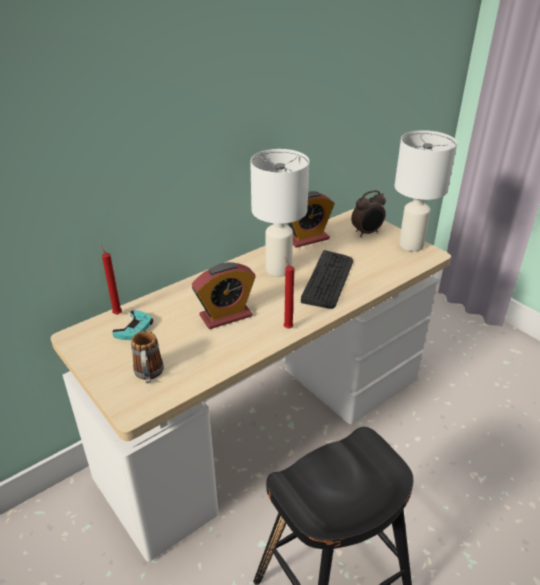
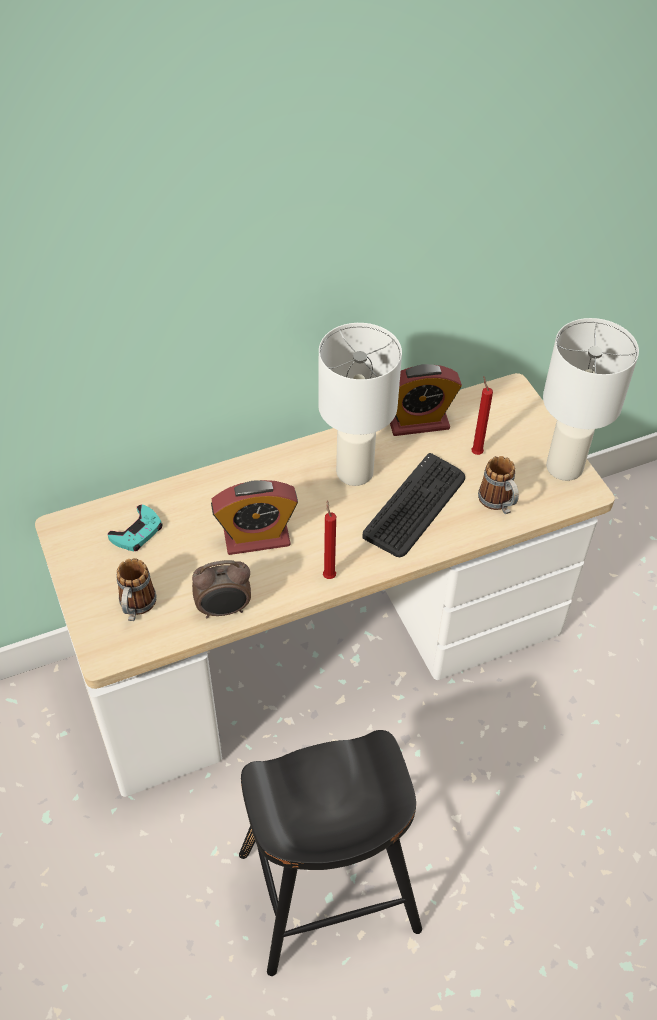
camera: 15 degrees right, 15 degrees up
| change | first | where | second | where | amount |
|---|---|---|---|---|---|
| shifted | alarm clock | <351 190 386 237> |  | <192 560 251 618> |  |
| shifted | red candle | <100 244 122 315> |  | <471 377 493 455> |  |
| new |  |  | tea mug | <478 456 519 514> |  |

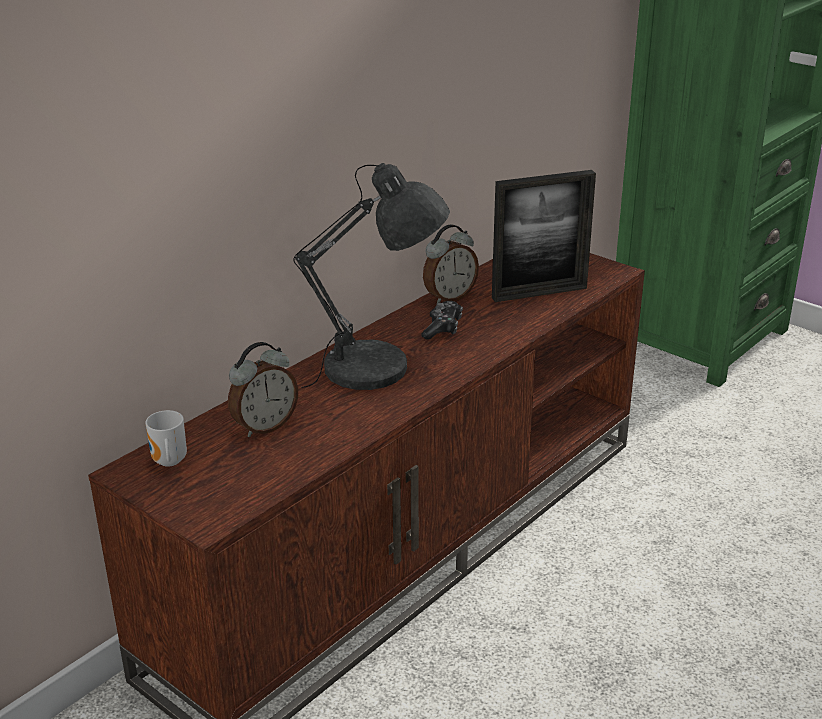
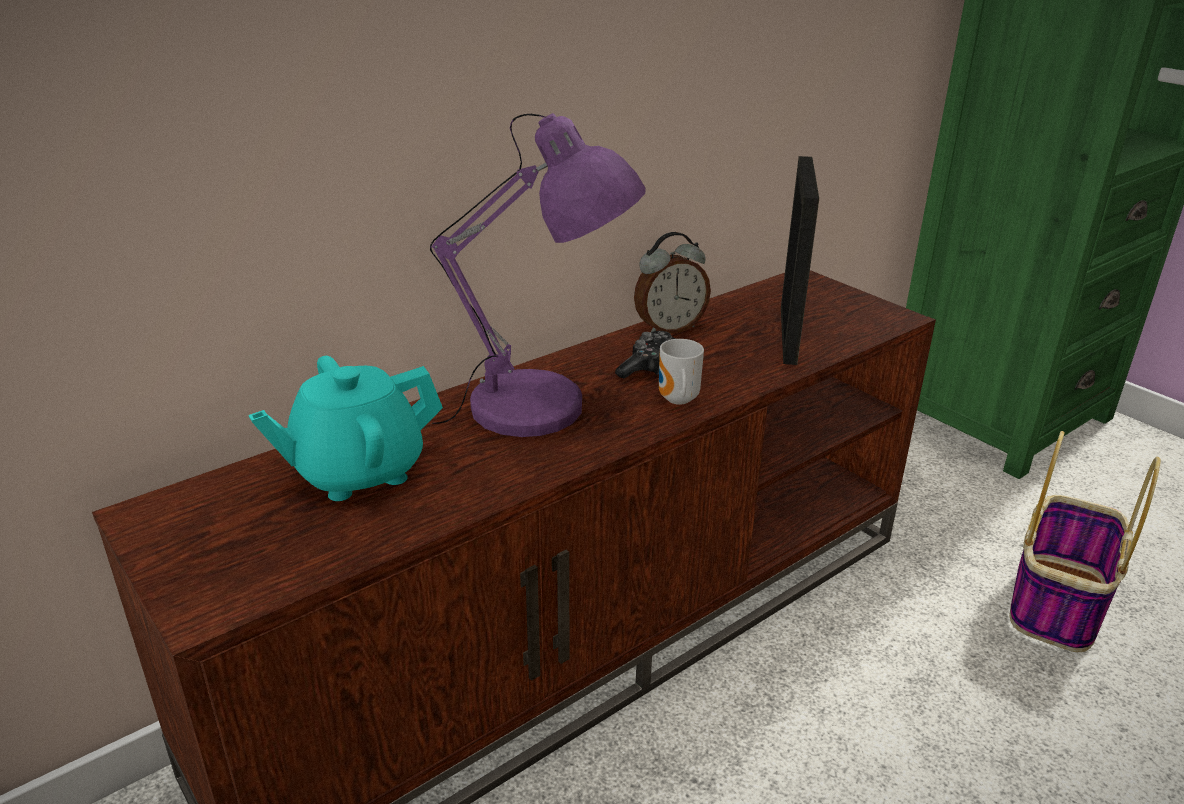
camera: 10 degrees right, 0 degrees up
| change | first | where | second | where | amount |
|---|---|---|---|---|---|
| swapped | alarm clock | <228 342 298 437> | turquoise-coloured pot for tea | <249 356 443 501> |  |
| repainted | gray lamp for a table | <293 163 450 390> | purplish lamp for a table | <430 113 646 437> |  |
| shifted | tea mug | <145 410 187 467> |  | <659 339 704 405> |  |
| rotated | photo frame | <492 170 596 302> |  | <781 156 819 365> | 75 degrees counterclockwise |
| new |  |  | household basket | <1010 431 1161 652> |  |

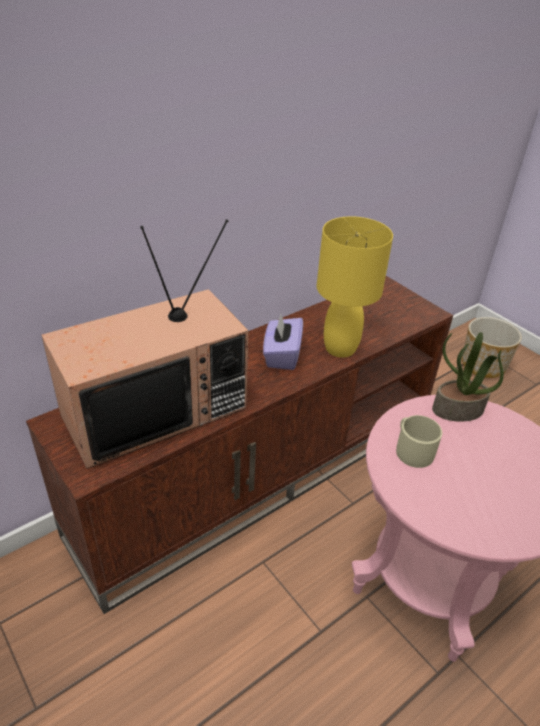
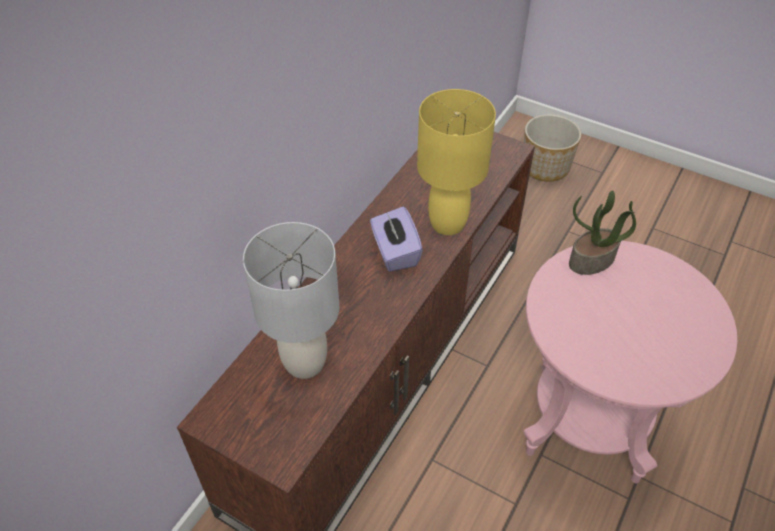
camera: 20 degrees left, 10 degrees up
| change | first | where | second | where | amount |
|---|---|---|---|---|---|
| swapped | TV set | <41 219 248 469> | gray lamp for a table | <243 222 339 379> |  |
| gone | beige tea mug | <396 415 442 468> |  |  |  |

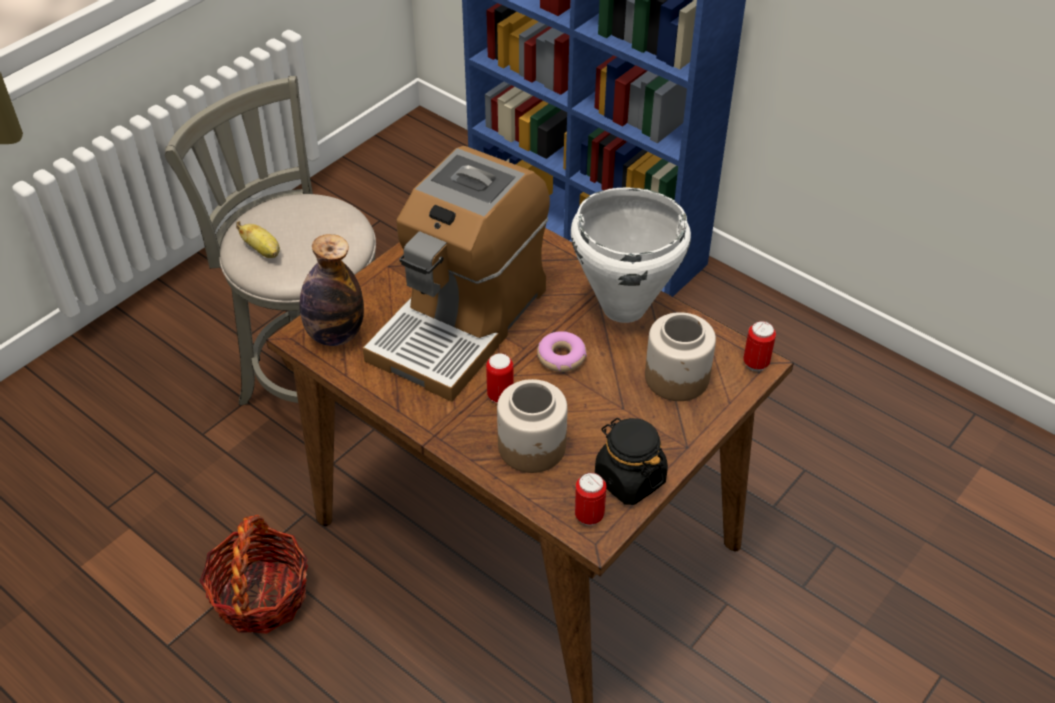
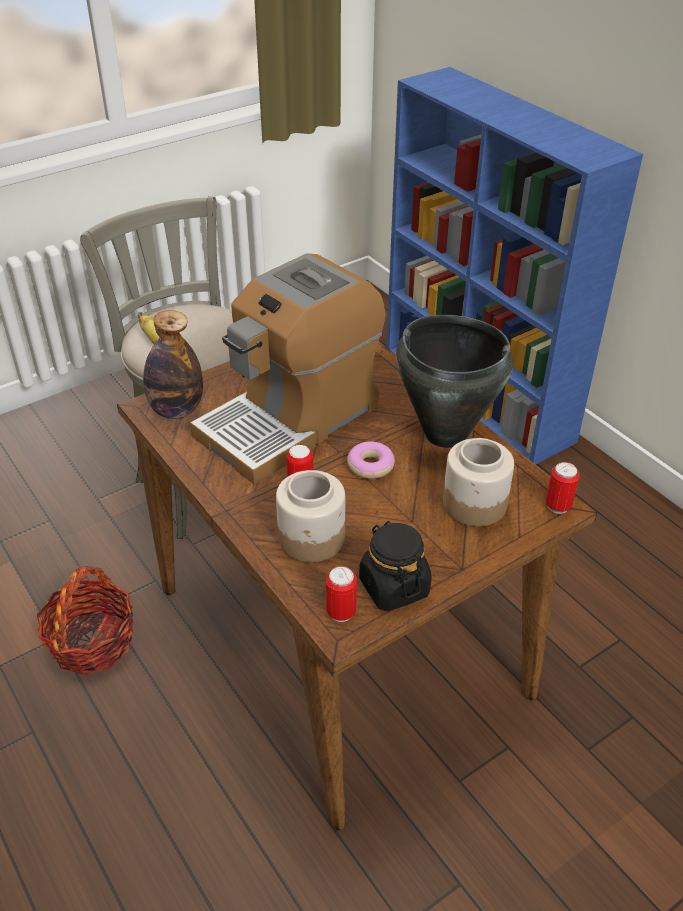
camera: 15 degrees right, 5 degrees down
| change | first | where | second | where | amount |
|---|---|---|---|---|---|
| repainted | white stockpot | <571 187 691 323> | blackish stockpot | <396 315 513 448> |  |

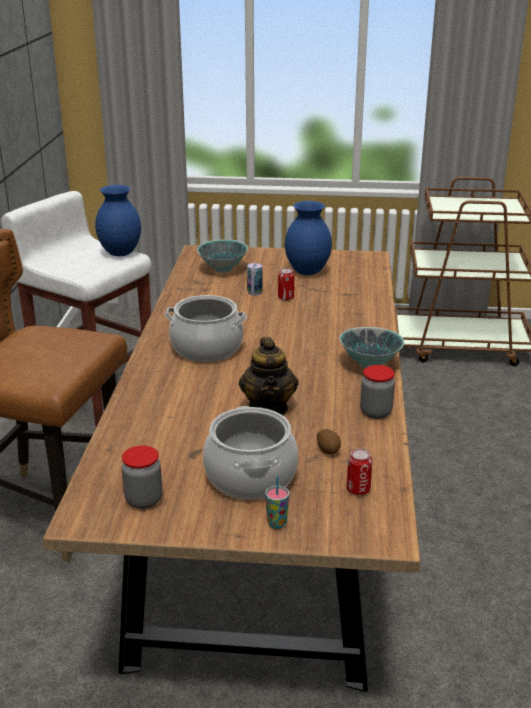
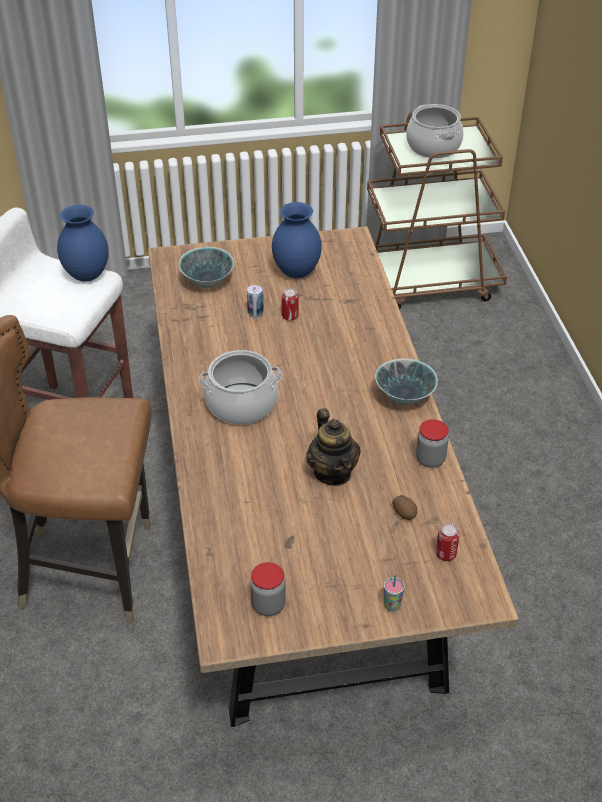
camera: 15 degrees left, 15 degrees up
| change | first | where | second | where | amount |
|---|---|---|---|---|---|
| shifted | stockpot | <203 406 298 500> |  | <406 104 463 158> |  |

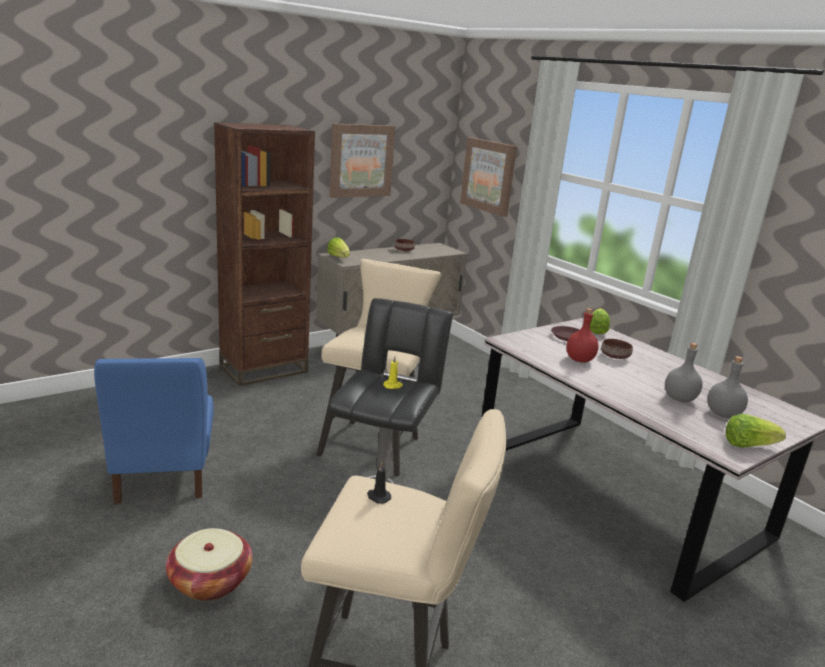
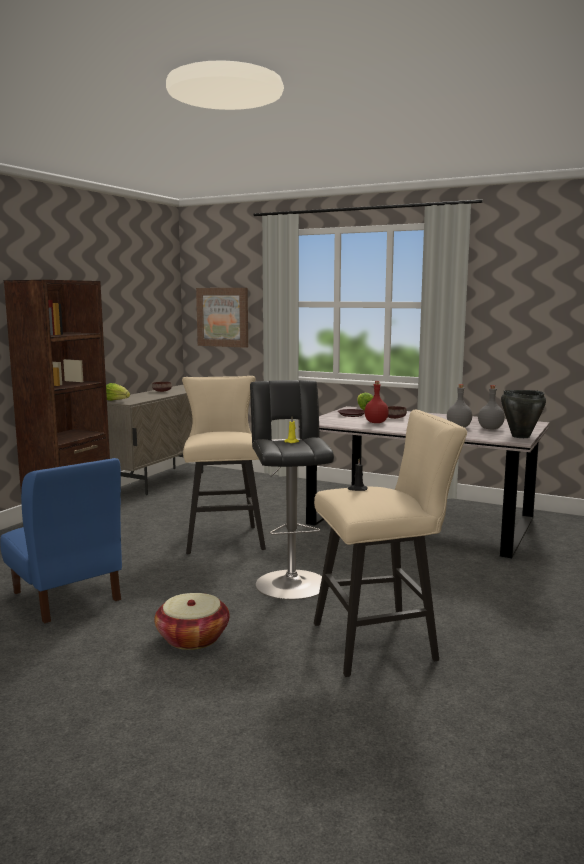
camera: 25 degrees left, 10 degrees down
| change | first | where | second | where | amount |
|---|---|---|---|---|---|
| swapped | lettuce | <725 414 786 448> | blackish stockpot | <501 390 546 438> |  |
| gone | wall art | <329 123 395 198> |  |  |  |

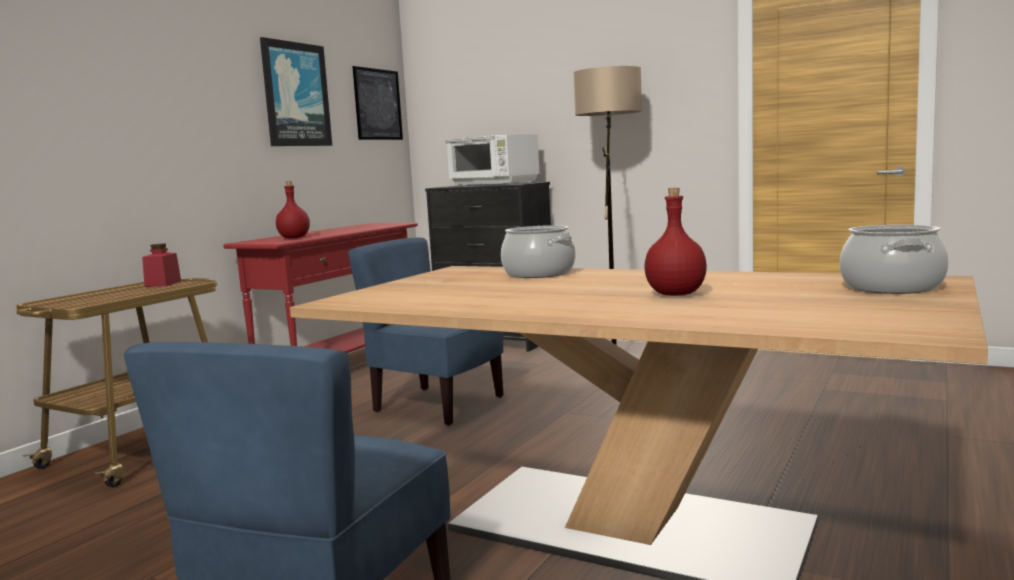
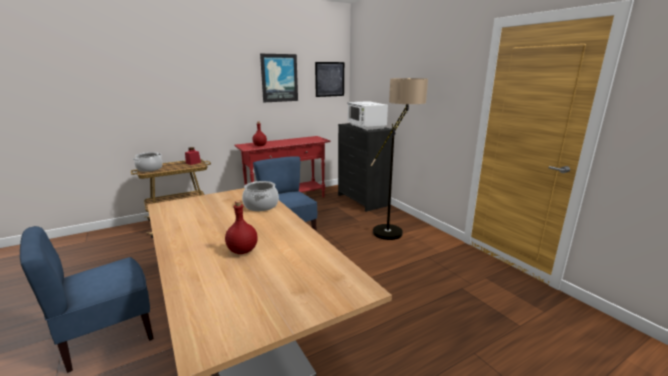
camera: 30 degrees right, 10 degrees up
| change | first | where | second | where | amount |
|---|---|---|---|---|---|
| shifted | stockpot | <840 225 949 294> |  | <133 152 163 172> |  |

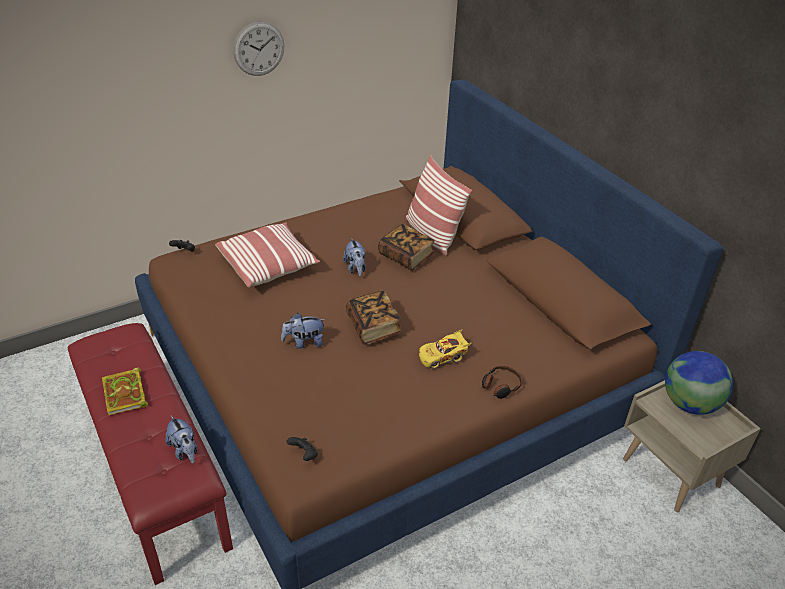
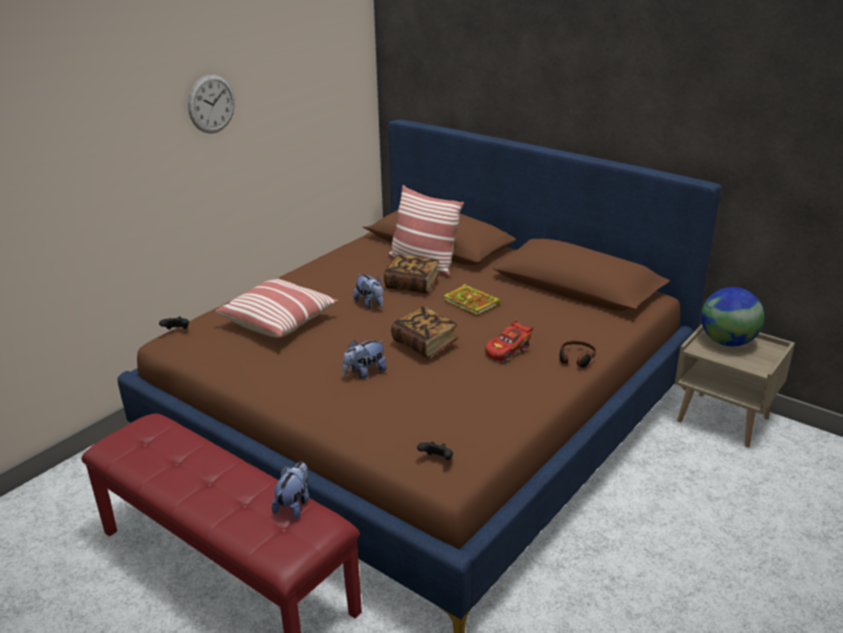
camera: 20 degrees left, 10 degrees down
| change | first | where | second | where | amount |
|---|---|---|---|---|---|
| rotated | cuddly toy | <165 415 197 463> |  | <272 462 309 519> | 105 degrees counterclockwise |
| shifted | book | <102 367 148 416> |  | <444 284 501 315> |  |
| repainted | yellow-coloured model car | <419 330 471 369> | red model car | <485 320 534 361> |  |

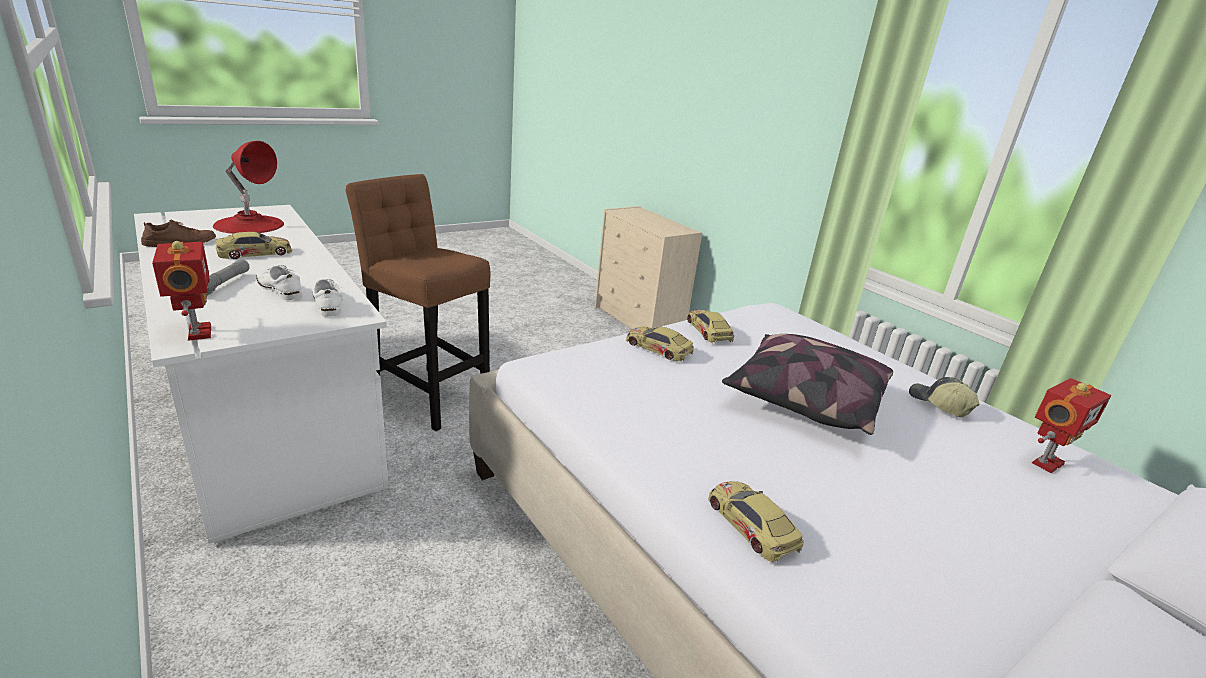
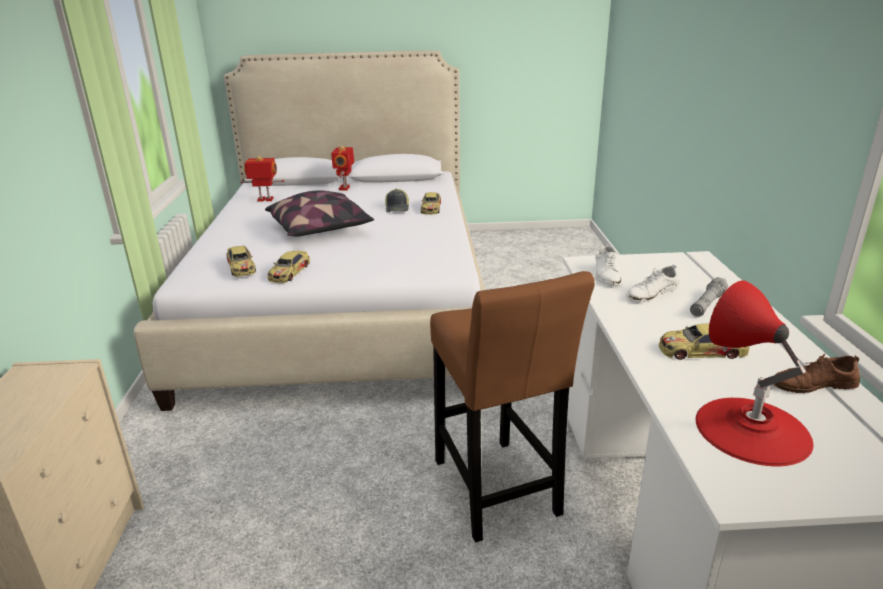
camera: 145 degrees left, 0 degrees up
| change | first | where | second | where | amount |
|---|---|---|---|---|---|
| shifted | model car | <626 327 694 361> |  | <227 246 256 277> |  |
| shifted | toy robot | <152 241 211 341> |  | <331 146 354 190> |  |
| shifted | peaked cap | <909 377 980 417> |  | <385 189 409 213> |  |
| rotated | white low shoe | <256 265 302 300> |  | <626 265 679 302> | 75 degrees clockwise |

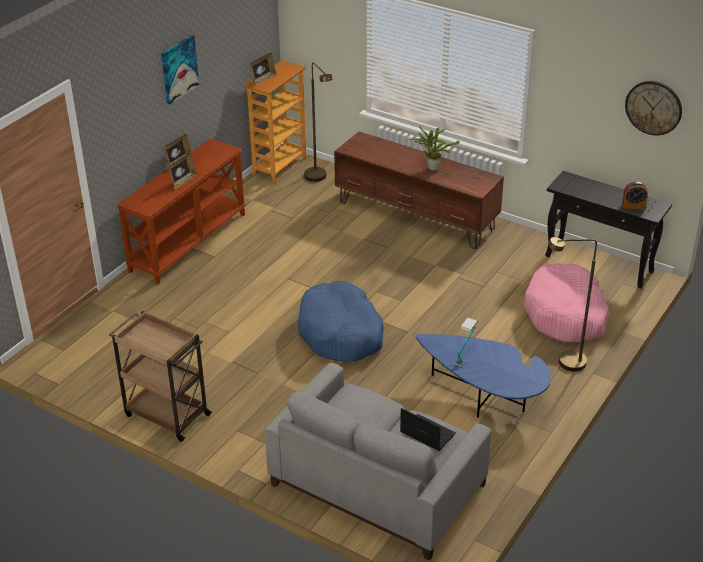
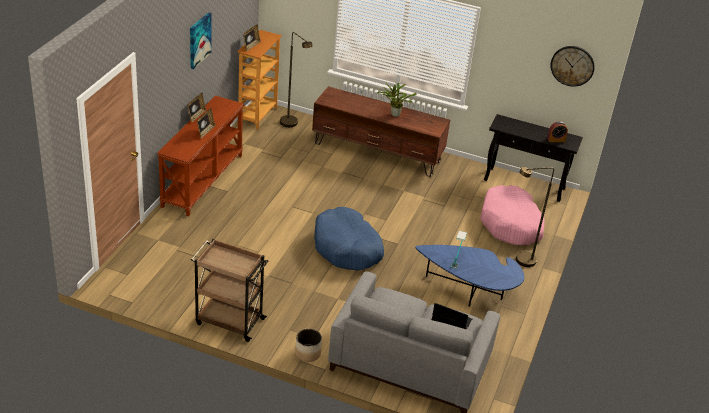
camera: 15 degrees left, 0 degrees up
| change | first | where | second | where | amount |
|---|---|---|---|---|---|
| new |  |  | plant pot | <295 329 322 362> |  |

